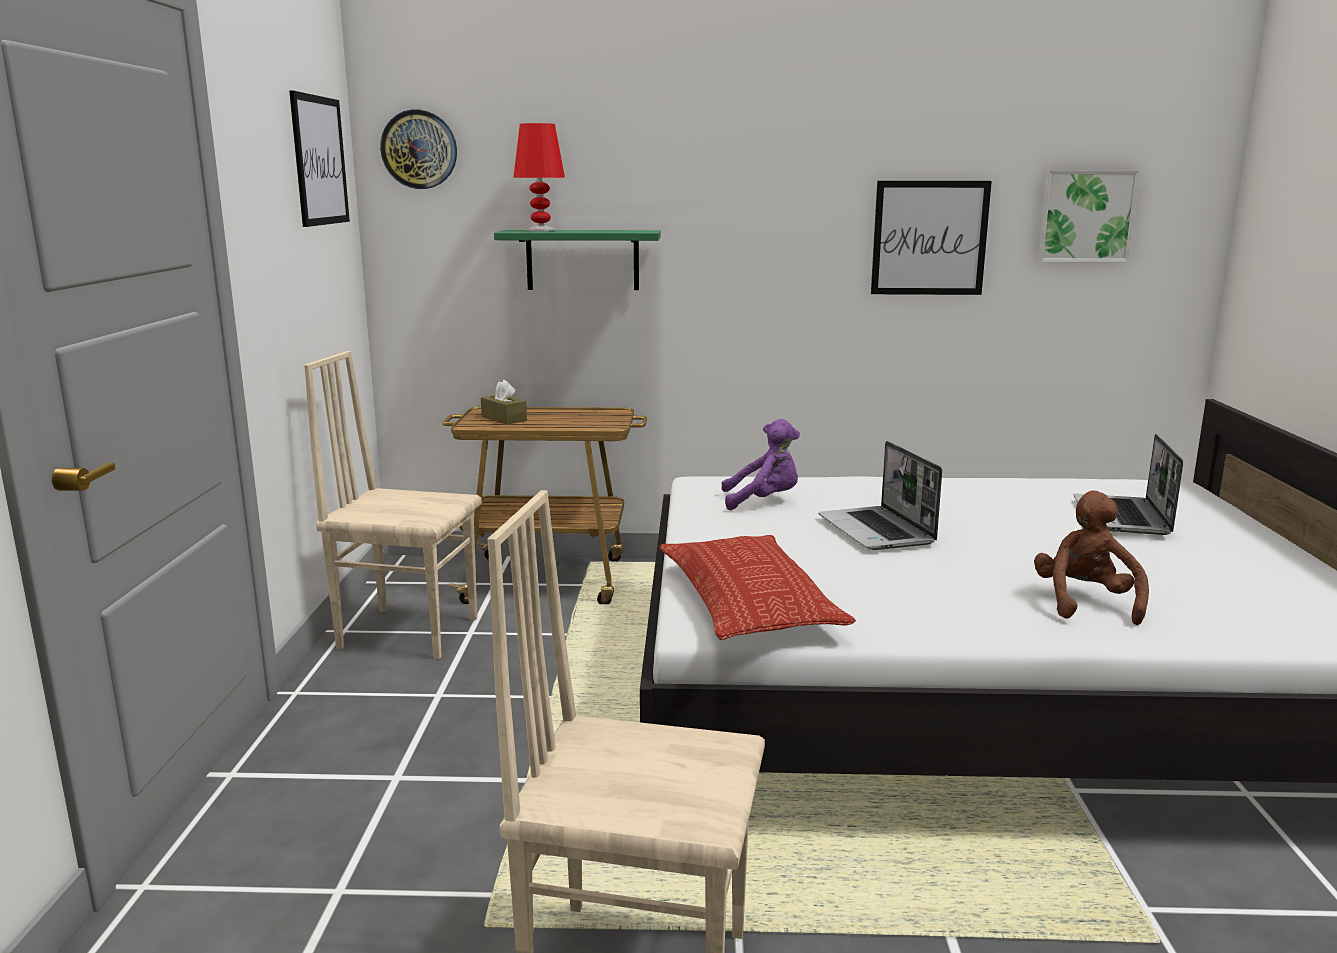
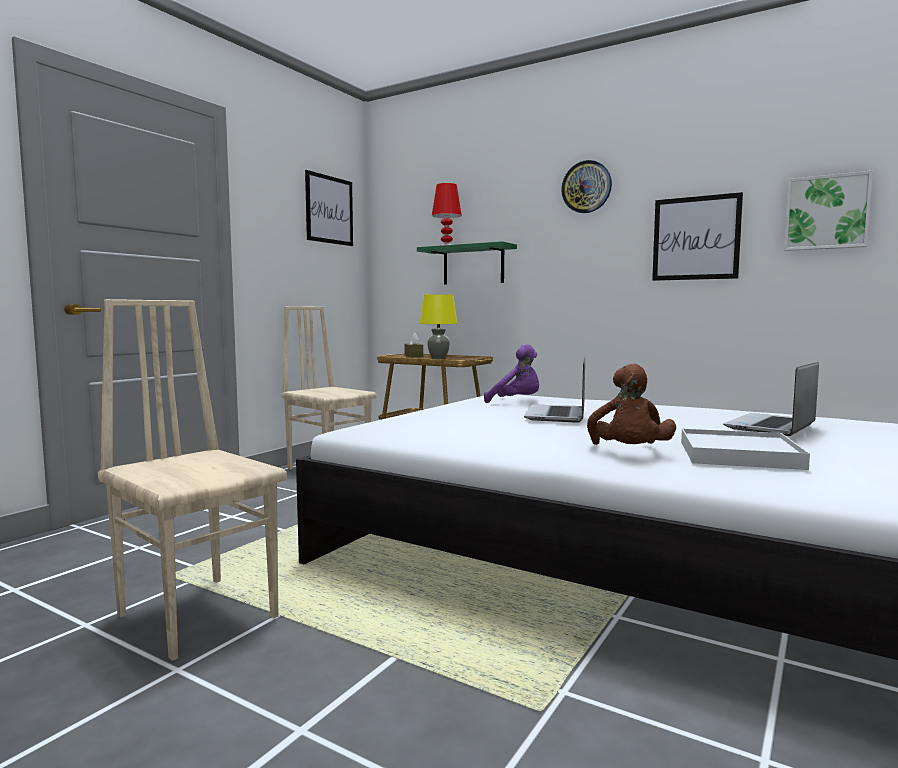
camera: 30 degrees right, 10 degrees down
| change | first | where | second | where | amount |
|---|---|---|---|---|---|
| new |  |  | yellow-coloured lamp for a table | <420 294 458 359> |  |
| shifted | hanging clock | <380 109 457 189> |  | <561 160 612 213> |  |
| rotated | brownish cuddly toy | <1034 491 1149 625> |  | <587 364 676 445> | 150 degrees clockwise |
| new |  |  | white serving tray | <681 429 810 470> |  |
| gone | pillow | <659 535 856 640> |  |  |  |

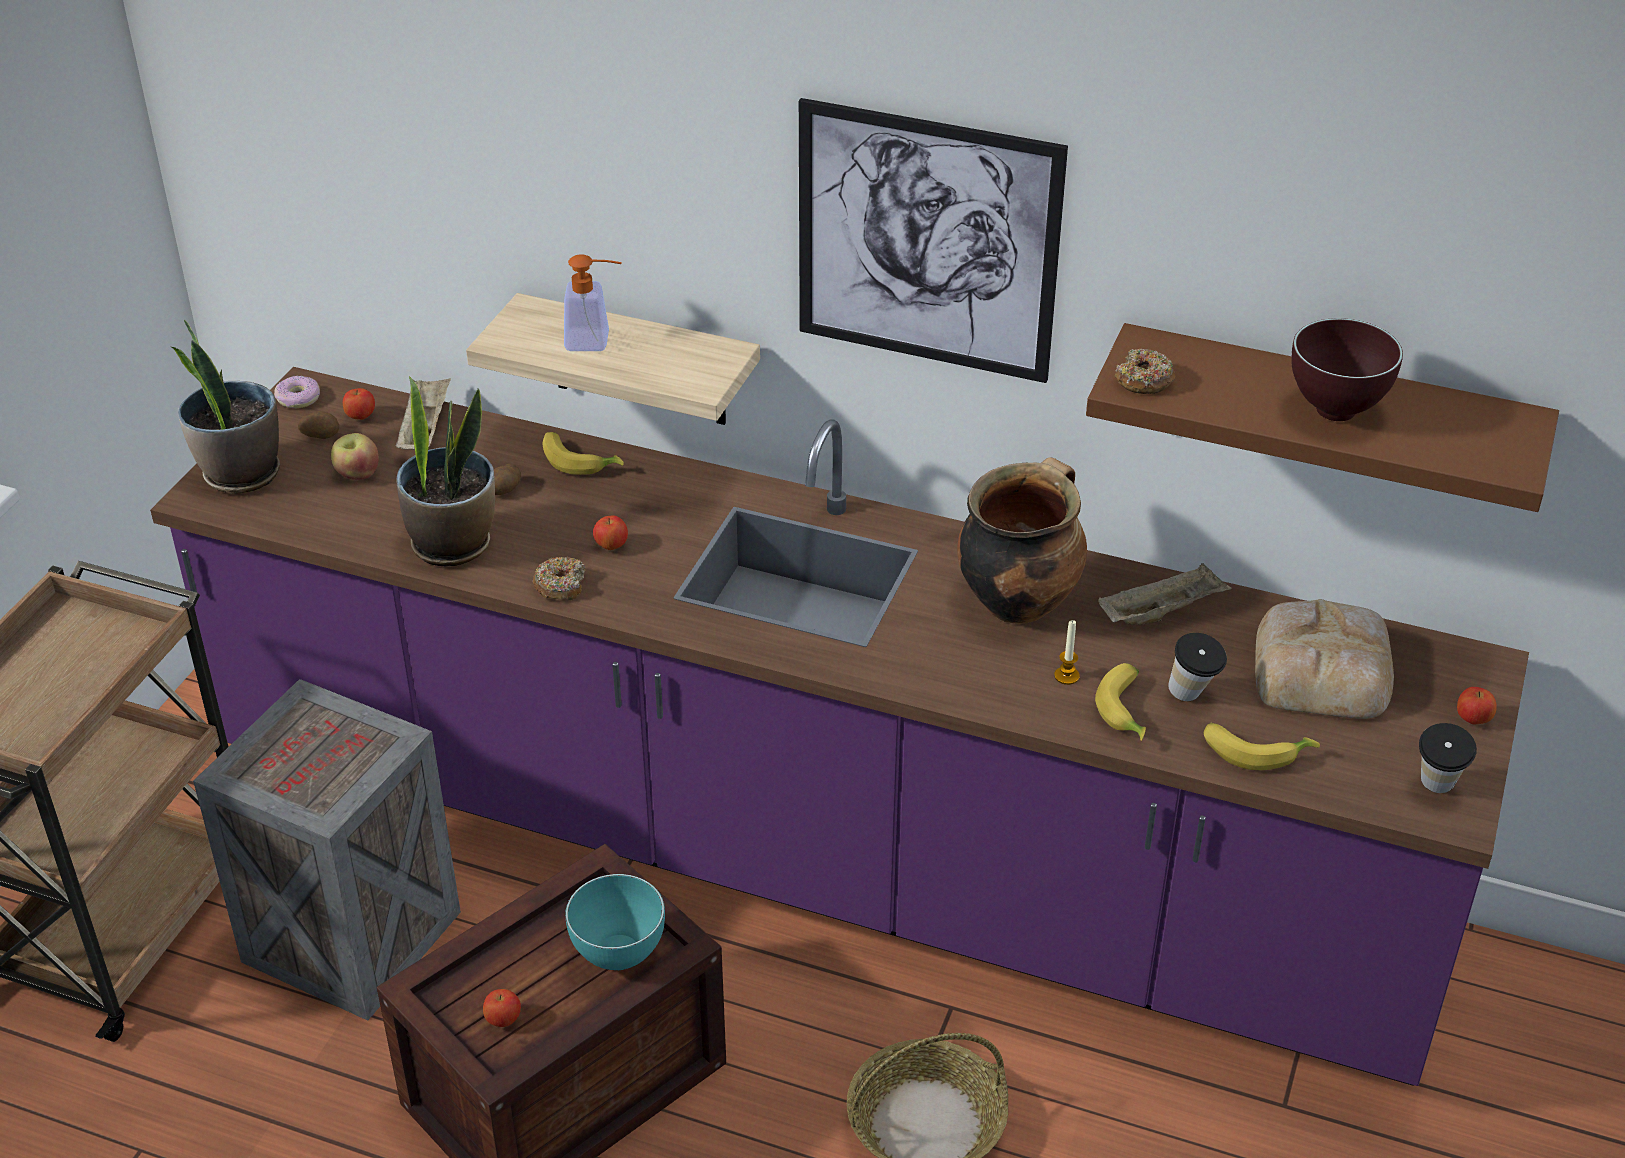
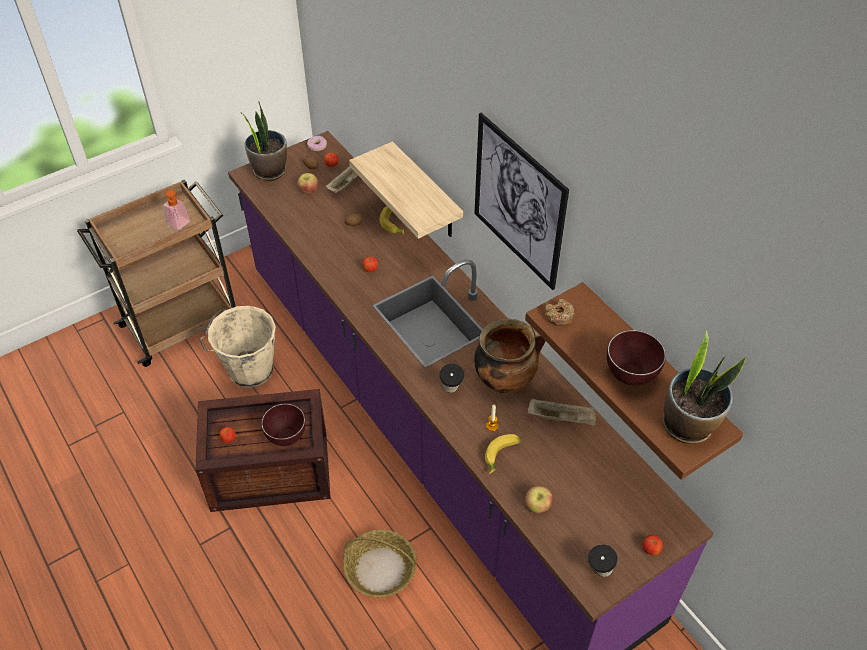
camera: 35 degrees right, 10 degrees up
| change | first | where | second | where | amount |
|---|---|---|---|---|---|
| shifted | soap dispenser | <564 254 622 351> |  | <164 190 190 230> |  |
| swapped | shipping crate | <193 679 461 1021> | beige bucket | <200 306 276 388> |  |
| repainted | turquoise-coloured bowl | <565 874 665 970> | brownish bowl | <261 404 306 446> |  |
| shifted | cup | <1168 633 1227 701> |  | <439 364 464 393> |  |
| swapped | banana fruit | <1204 723 1320 770> | apple fruit | <525 486 553 514> |  |
| shifted | plant in a pot | <397 376 495 567> |  | <663 330 746 444> |  |
| gone | ring doughnut | <533 557 586 601> |  |  |  |
| gone | baked bread | <1255 599 1394 719> |  |  |  |

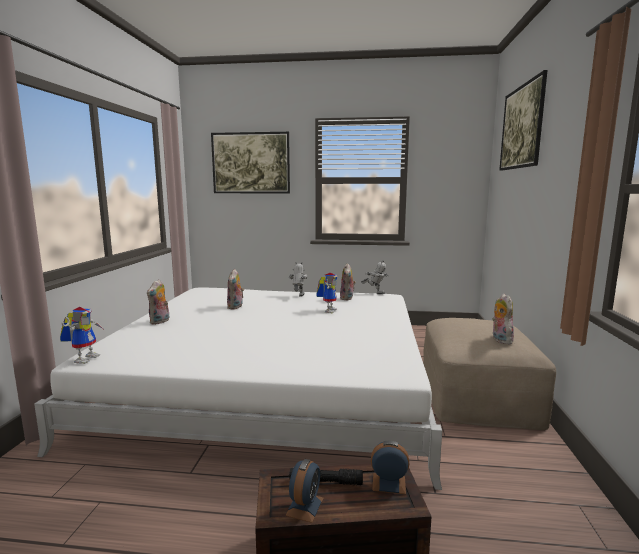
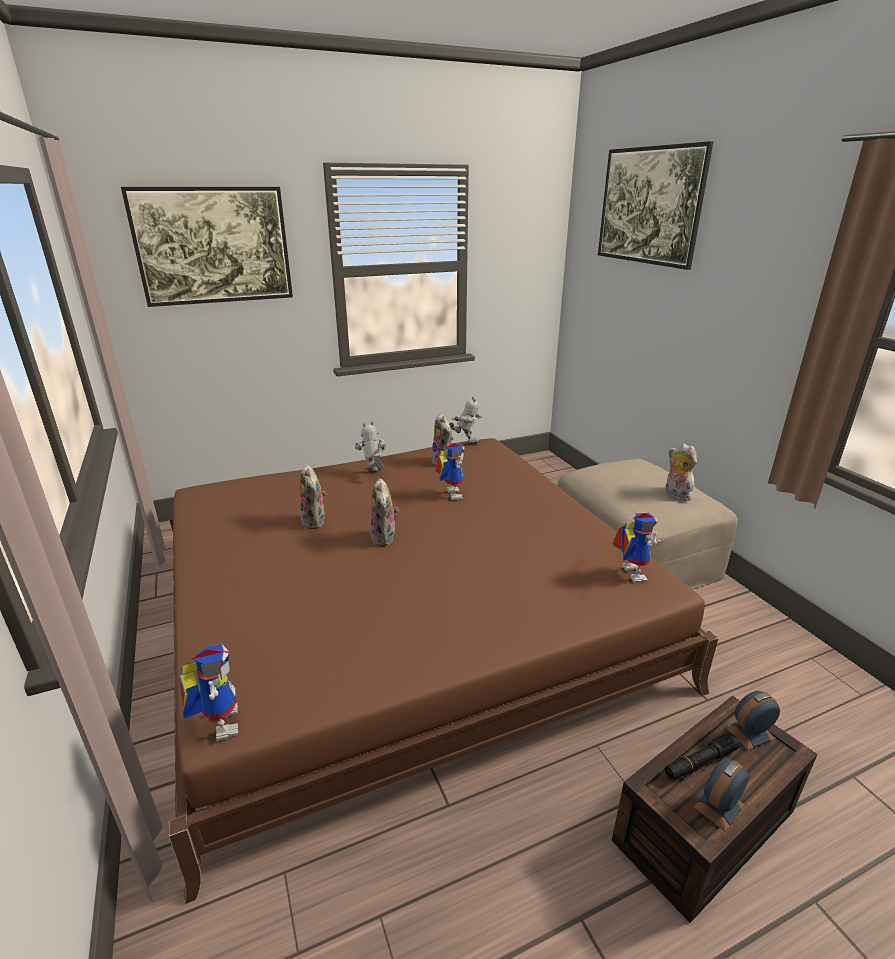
camera: 30 degrees left, 15 degrees up
| change | first | where | second | where | amount |
|---|---|---|---|---|---|
| repainted | white bedroom bed | <34 288 442 490> | brownish bedroom bed | <169 438 719 904> |  |
| shifted | cuddly toy | <147 279 169 325> |  | <370 478 399 546> |  |
| new |  |  | toy robot | <612 512 660 583> |  |
| rotated | alarm clock | <286 459 324 523> |  | <694 759 749 832> | 120 degrees counterclockwise |

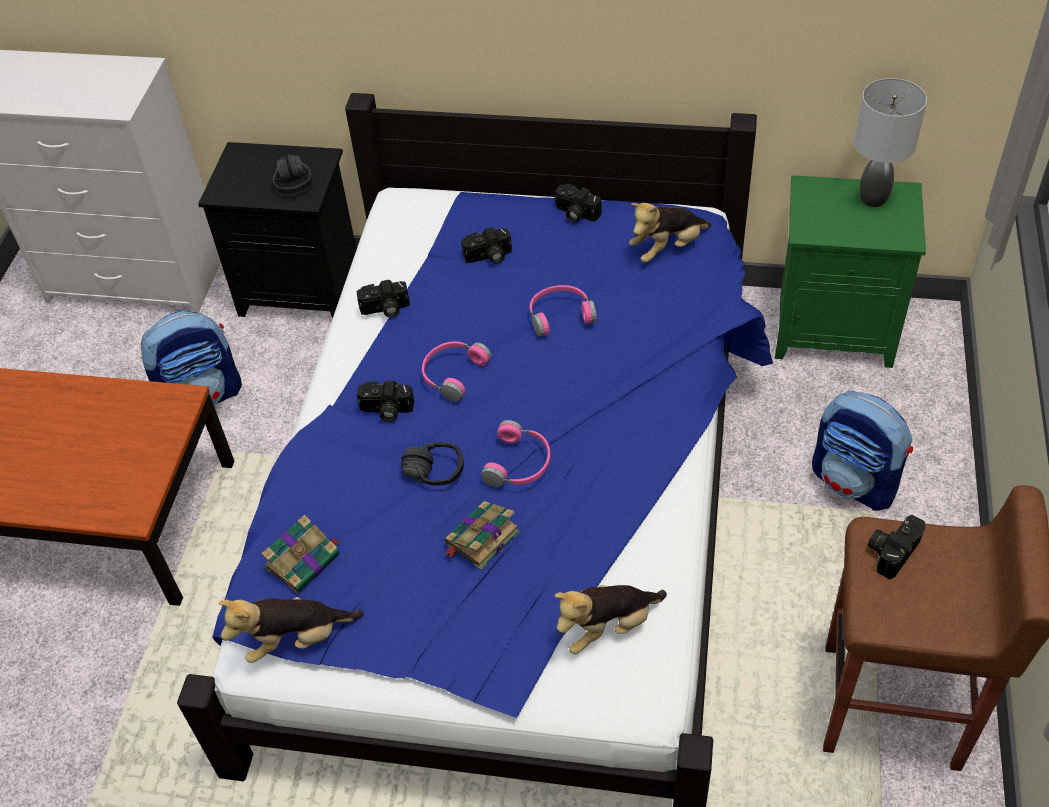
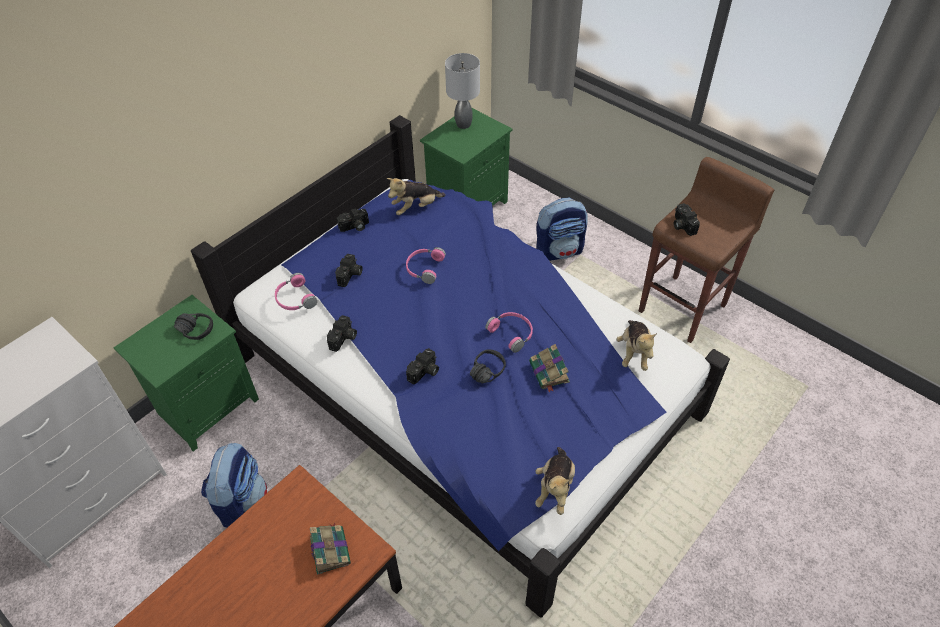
camera: 60 degrees left, 0 degrees up
| change | first | where | second | where | amount |
|---|---|---|---|---|---|
| repainted | blackish night table | <198 142 357 318> | greenish night table | <114 295 259 452> |  |
| shifted | pink-coloured headset | <422 341 492 401> |  | <275 273 317 310> |  |
| shifted | book | <261 515 341 593> |  | <310 522 351 575> |  |
| rotated | cuddly toy | <629 203 711 263> |  | <387 178 446 215> | 60 degrees clockwise |

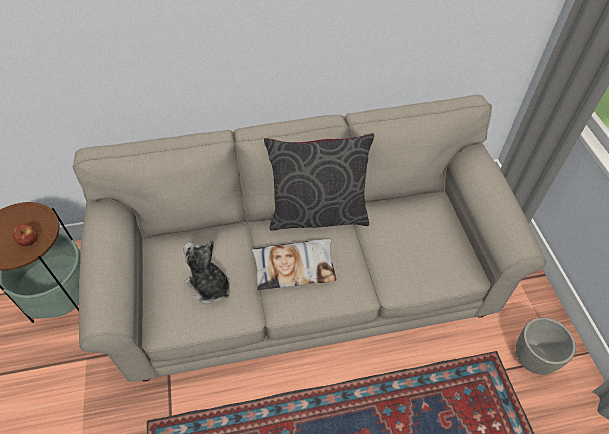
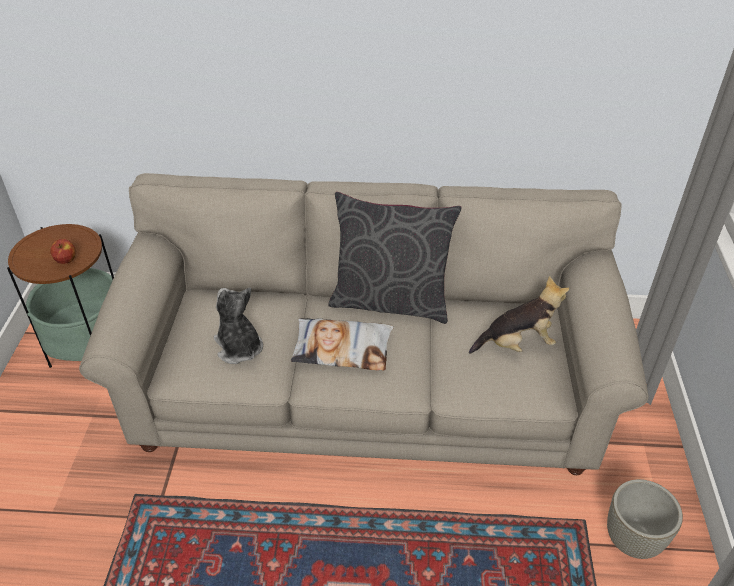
camera: 15 degrees right, 10 degrees down
| change | first | where | second | where | amount |
|---|---|---|---|---|---|
| new |  |  | cuddly toy | <469 276 569 354> |  |

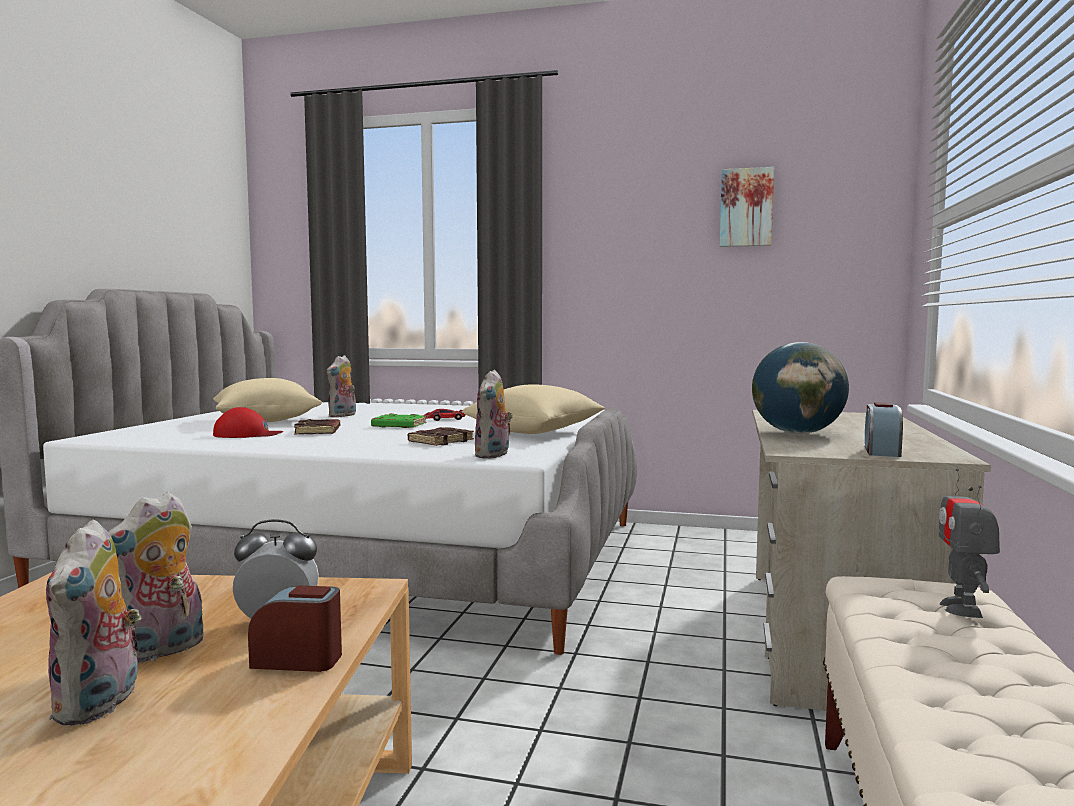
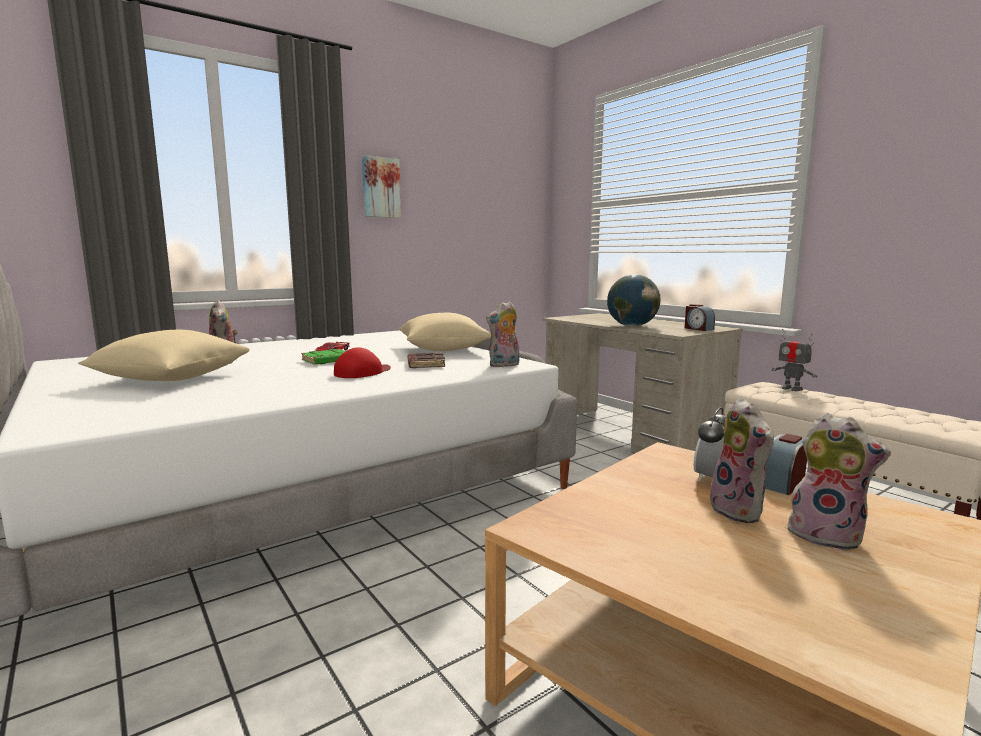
camera: 50 degrees left, 5 degrees up
| change | first | where | second | where | amount |
|---|---|---|---|---|---|
| shifted | red peaked cap | <213 407 283 438> |  | <334 347 391 378> |  |
| shifted | wall art | <720 167 774 247> |  | <362 155 401 218> |  |
| rotated | cuddly toy | <474 370 513 459> |  | <486 301 519 367> | 90 degrees clockwise |
| gone | brownish book | <294 419 340 434> |  |  |  |

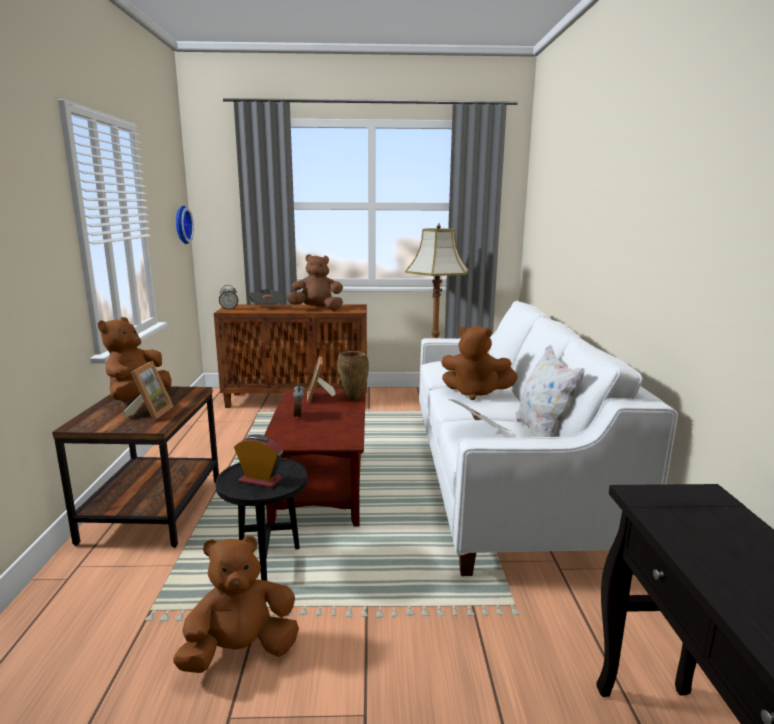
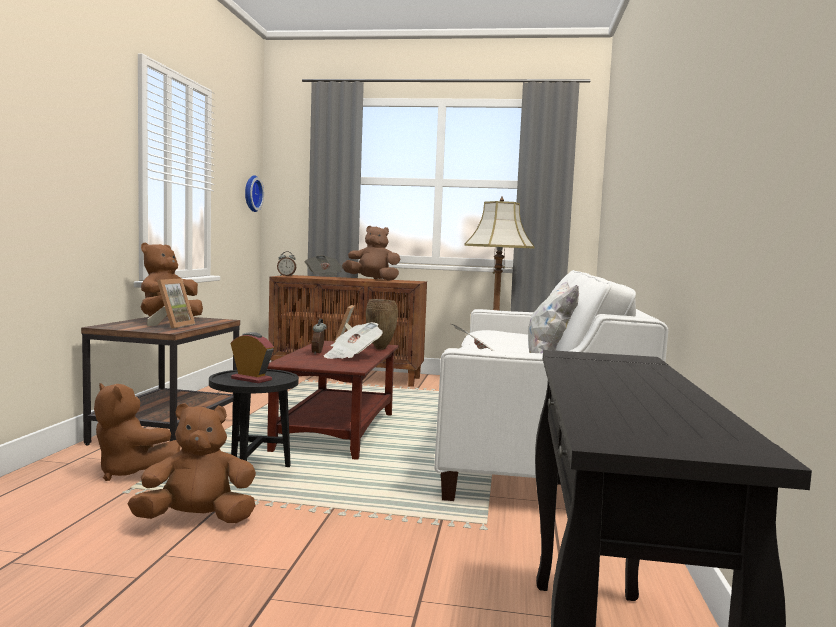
camera: 10 degrees right, 10 degrees down
| change | first | where | second | where | amount |
|---|---|---|---|---|---|
| shifted | brownish cuddly toy | <441 326 518 400> |  | <94 383 180 481> |  |
| new |  |  | daily paper | <324 322 383 359> |  |

